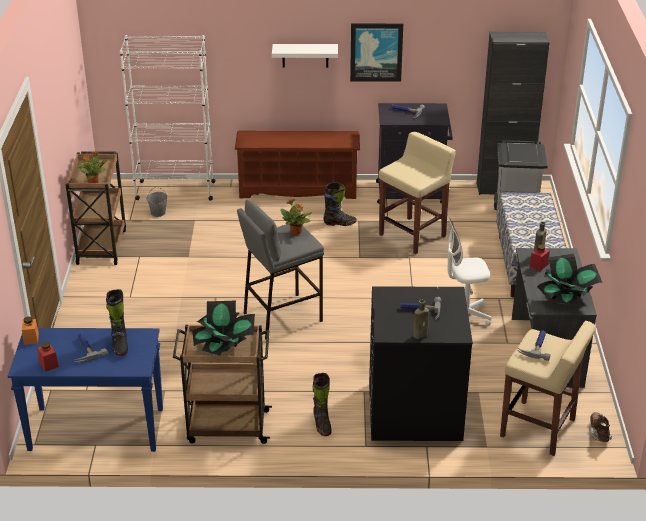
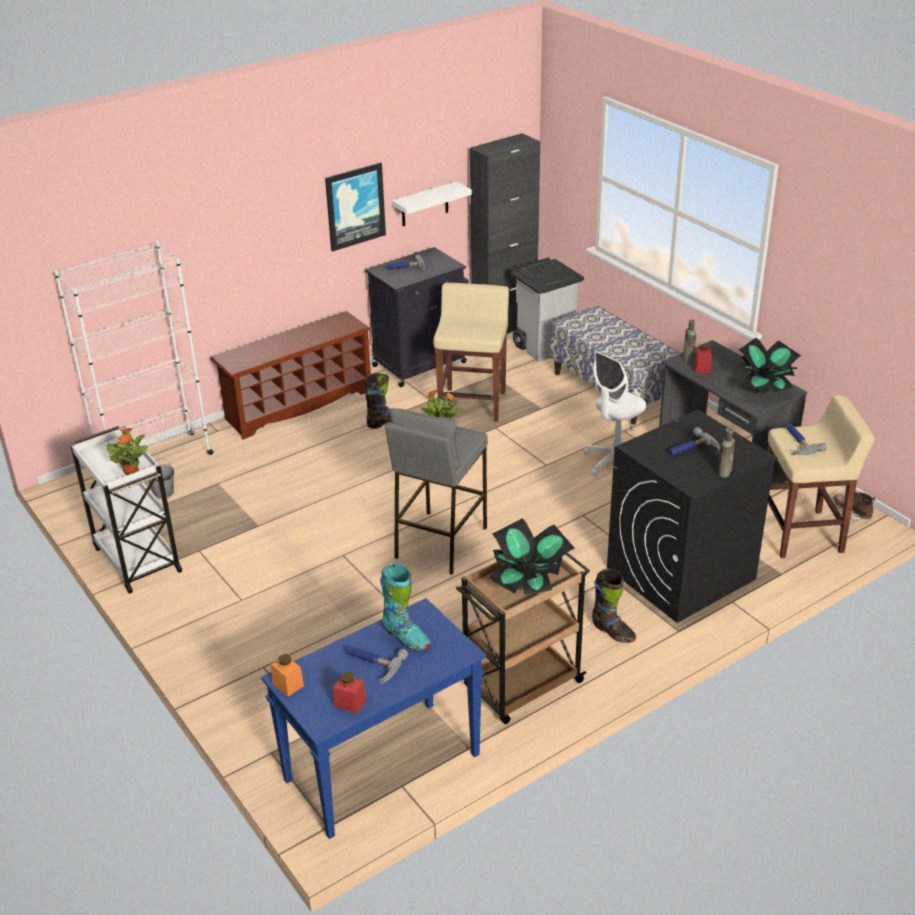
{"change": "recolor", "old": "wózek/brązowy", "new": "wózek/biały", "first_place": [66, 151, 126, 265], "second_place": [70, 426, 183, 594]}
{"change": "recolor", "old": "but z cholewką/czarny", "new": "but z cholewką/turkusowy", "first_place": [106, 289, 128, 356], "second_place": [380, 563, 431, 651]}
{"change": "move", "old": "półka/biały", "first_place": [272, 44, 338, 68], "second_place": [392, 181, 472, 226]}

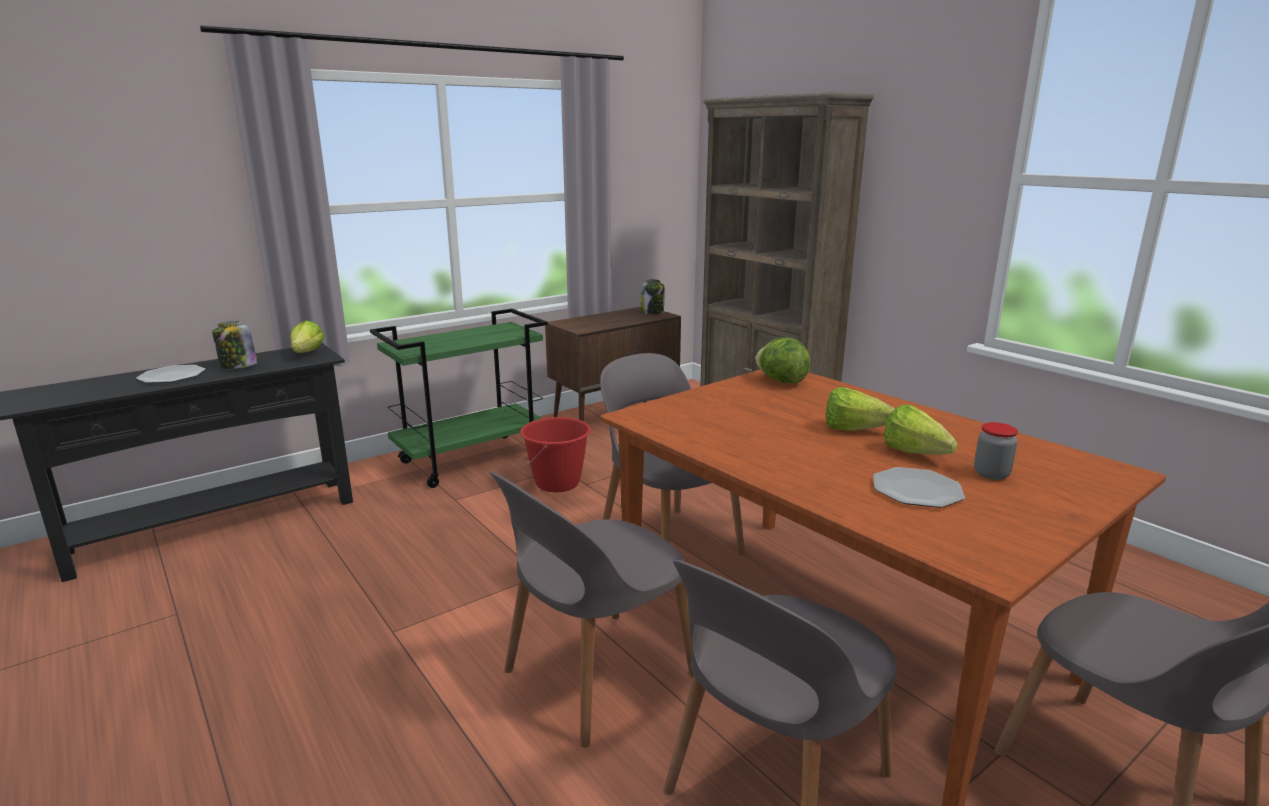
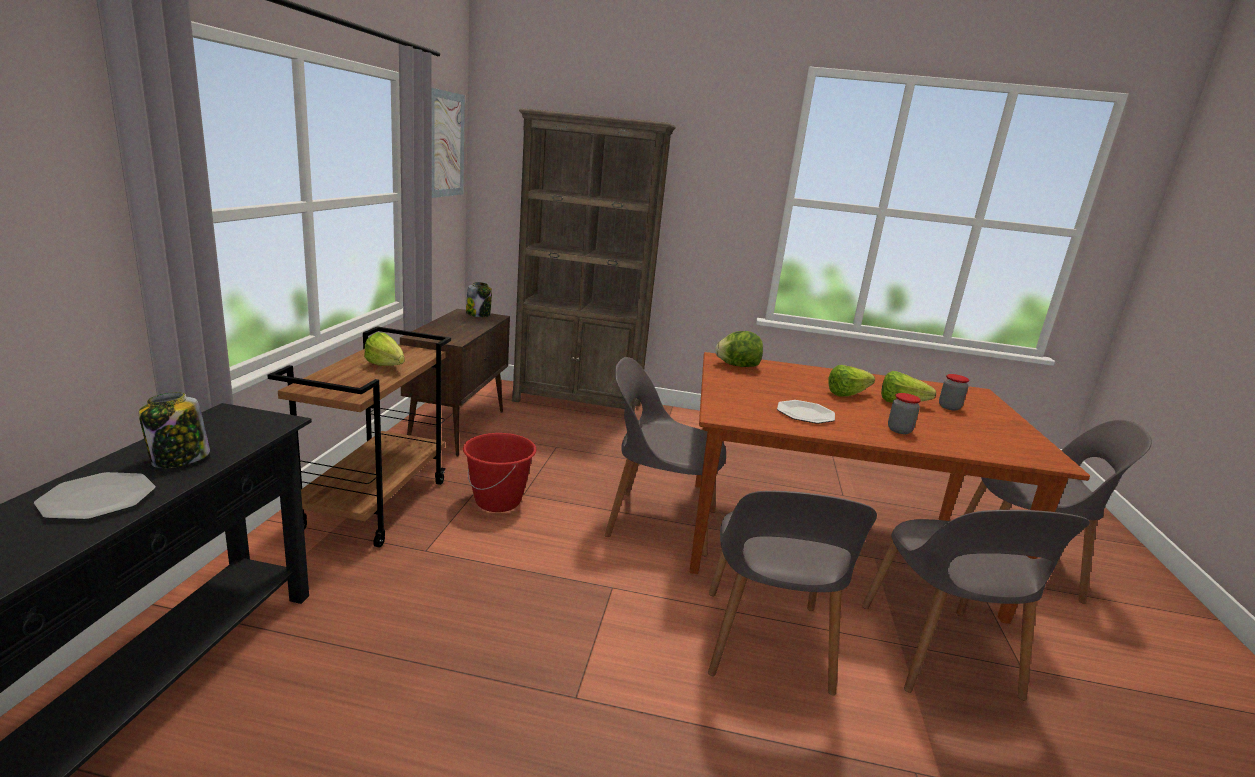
{"change": "move", "old": "sałata", "first_place": [291, 321, 324, 353], "second_place": [364, 332, 405, 366]}
{"change": "recolor", "old": "wózek/zielony", "new": "wózek/brązowy", "first_place": [370, 309, 548, 488], "second_place": [267, 327, 451, 547]}
{"change": "move", "old": "talerz", "first_place": [873, 467, 965, 508], "second_place": [777, 400, 835, 424]}
{"change": "insert", "new": "obraz", "second_place": [432, 88, 465, 198]}
{"change": "insert", "new": "słoik", "second_place": [888, 393, 921, 434]}

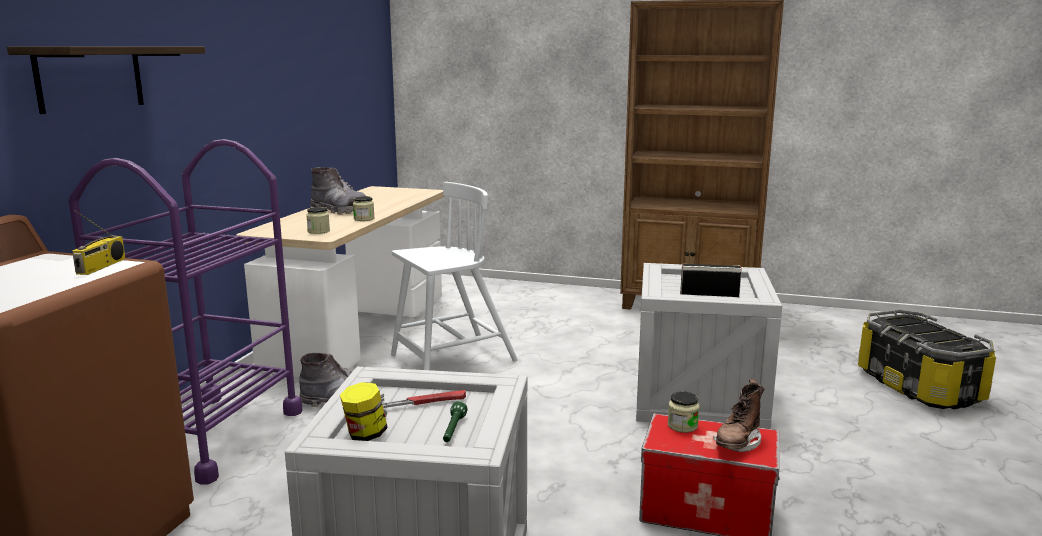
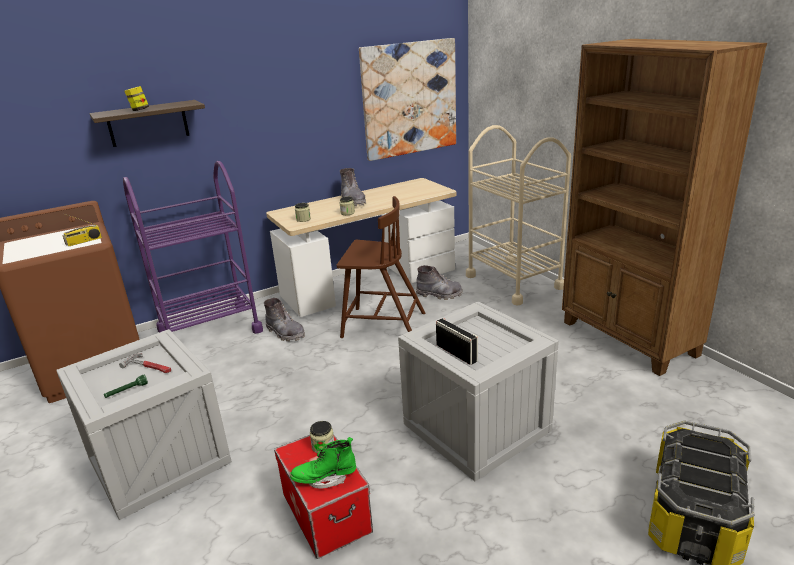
{"change": "move", "old": "słoik", "first_place": [340, 382, 388, 441], "second_place": [124, 86, 149, 111]}
{"change": "recolor", "old": "krzesło/biały", "new": "krzesło/brązowy", "first_place": [391, 182, 518, 370], "second_place": [337, 196, 425, 338]}
{"change": "recolor", "old": "but z cholewką/brązowy", "new": "but z cholewką/zielony", "first_place": [713, 379, 765, 452], "second_place": [290, 437, 356, 489]}
{"change": "insert", "new": "obraz", "second_place": [359, 38, 456, 161]}
{"change": "insert", "new": "but z cholewką/szary", "second_place": [416, 265, 463, 300]}
{"change": "insert", "new": "wózek/beżowy", "second_place": [466, 125, 571, 305]}

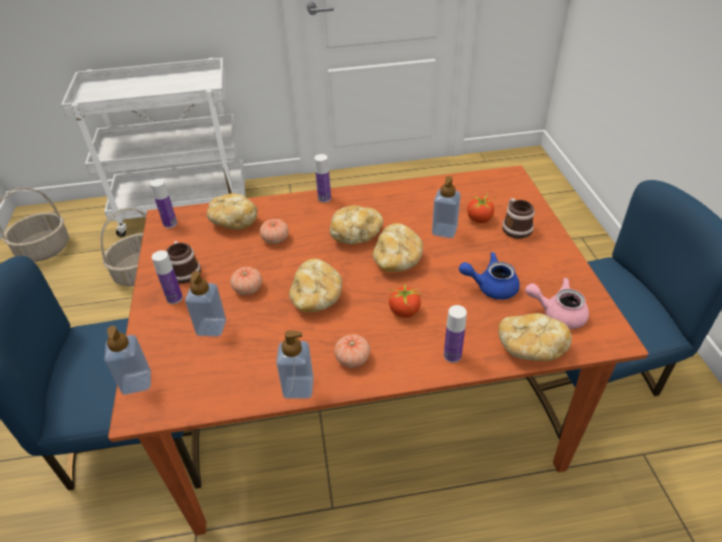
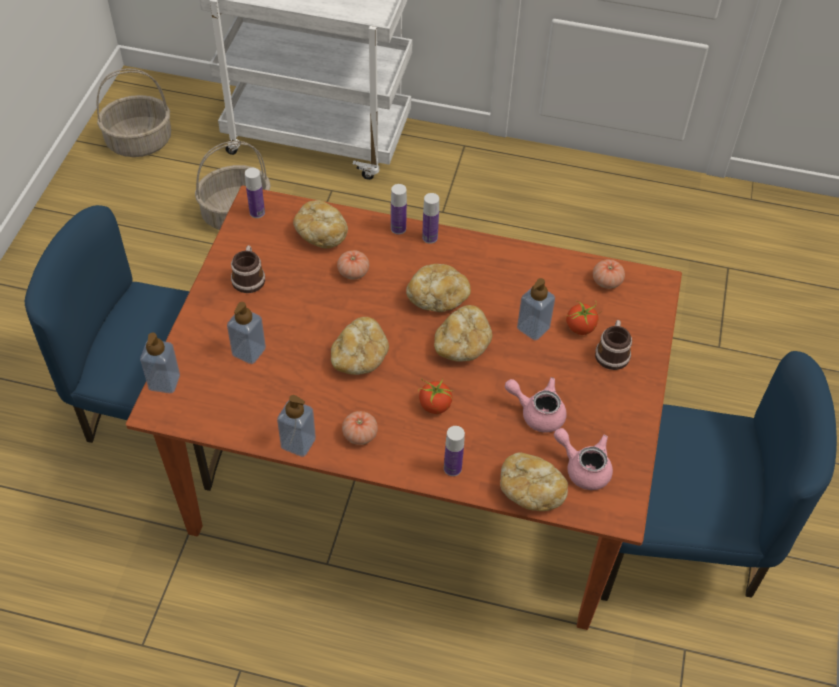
{"change": "move", "old": "butelka", "first_place": [152, 250, 183, 304], "second_place": [391, 184, 407, 234]}
{"change": "move", "old": "pomidor", "first_place": [230, 267, 262, 295], "second_place": [593, 259, 625, 289]}
{"change": "recolor", "old": "imbryk/niebieski", "new": "imbryk/różowy", "first_place": [459, 252, 520, 300], "second_place": [505, 377, 567, 433]}

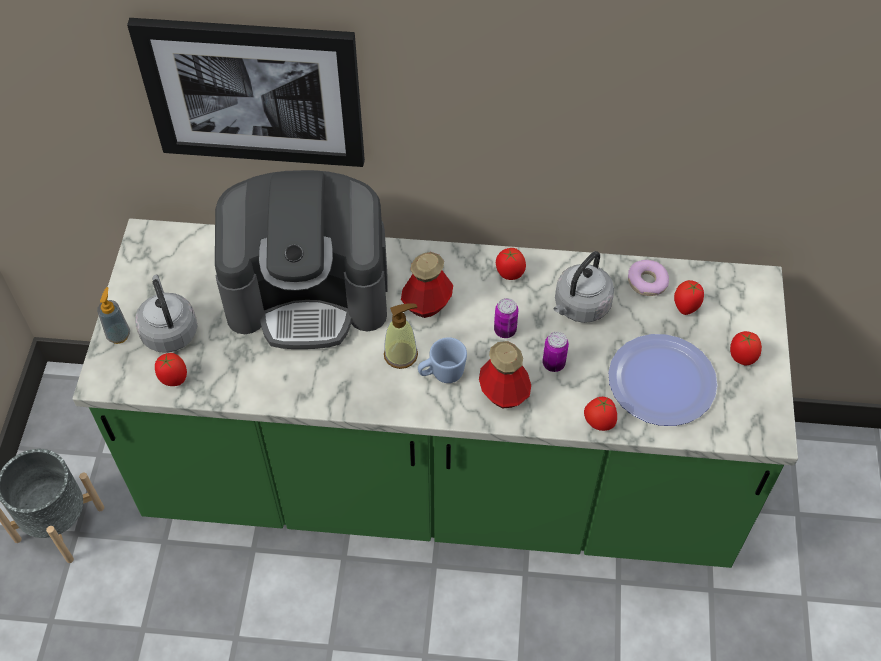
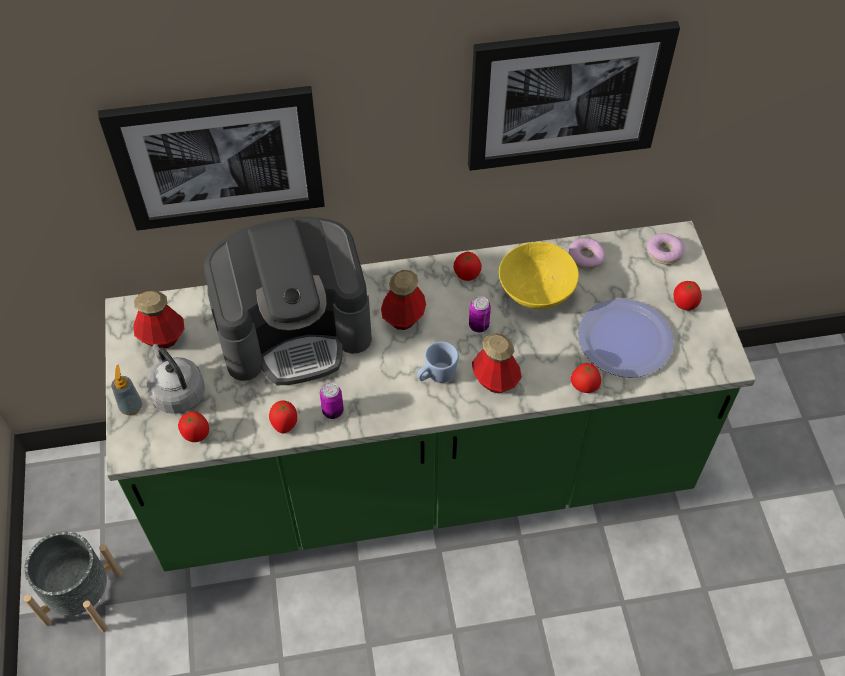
{"change": "delete", "old": "dozownik mydła", "first_place": [384, 303, 418, 369]}
{"change": "move", "old": "puszka", "first_place": [542, 332, 569, 372], "second_place": [320, 382, 344, 419]}
{"change": "replace", "old": "czajnik/szary", "new": "miska/żółty", "first_place": [554, 251, 614, 323], "second_place": [499, 242, 579, 309]}
{"change": "move", "old": "pomidor", "first_place": [674, 280, 704, 315], "second_place": [269, 400, 297, 434]}
{"change": "insert", "new": "butelka", "second_place": [133, 291, 185, 348]}
{"change": "insert", "new": "obraz", "second_place": [468, 21, 680, 171]}
{"change": "insert", "new": "donut", "second_place": [647, 233, 685, 265]}

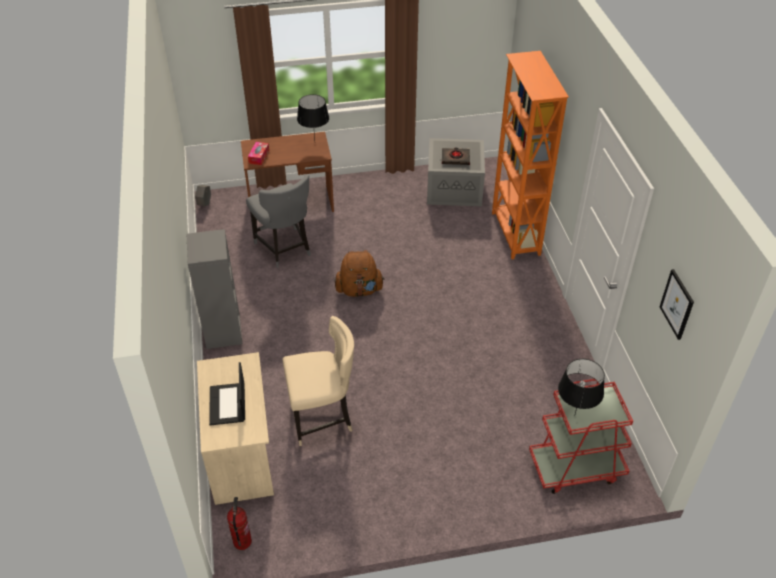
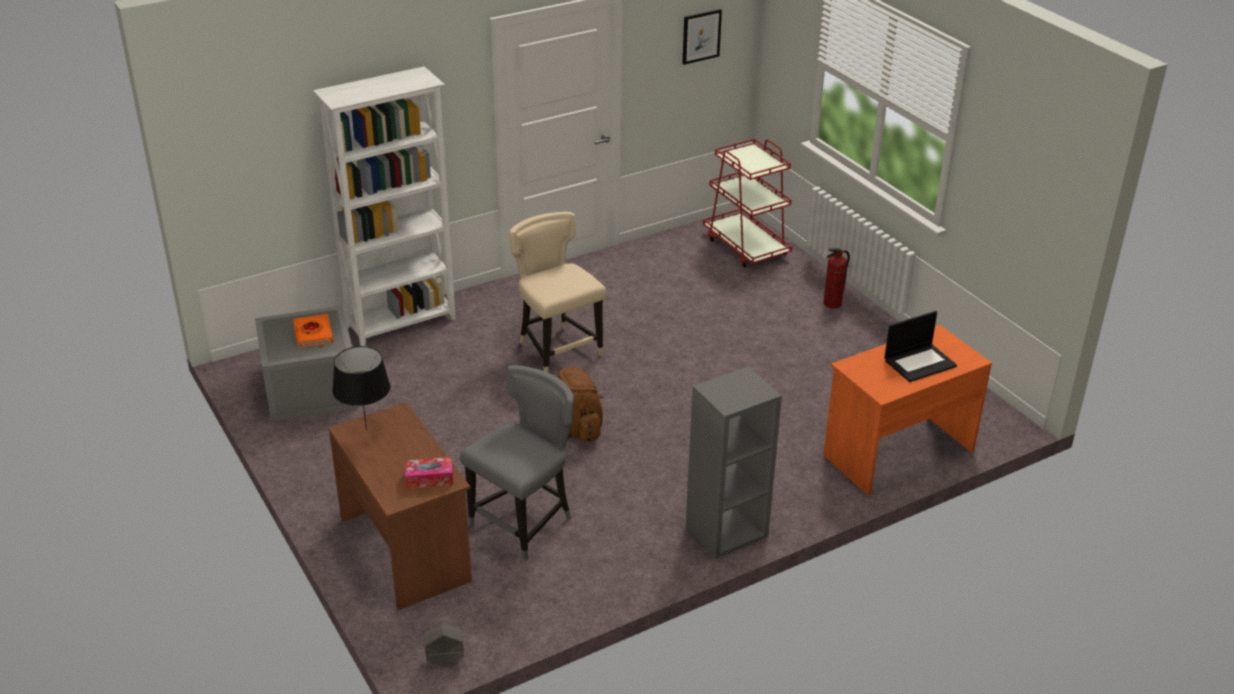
{"change": "recolor", "old": "biurko/beżowy", "new": "biurko/pomarańczowy", "first_place": [197, 352, 274, 505], "second_place": [823, 325, 992, 496]}
{"change": "move", "old": "gaśnica", "first_place": [227, 497, 252, 550], "second_place": [823, 248, 850, 309]}
{"change": "move", "old": "krzesło/beżowy", "first_place": [283, 316, 354, 446], "second_place": [509, 212, 606, 372]}
{"change": "recolor", "old": "książka/czarny", "new": "książka/pomarańczowy", "first_place": [442, 147, 470, 165], "second_place": [293, 314, 334, 348]}
{"change": "recolor", "old": "regał/pomarańczowy", "new": "regał/biały", "first_place": [492, 51, 569, 259], "second_place": [313, 66, 456, 346]}
{"change": "delete", "old": "lampa stołowa/czarny", "first_place": [558, 359, 605, 416]}

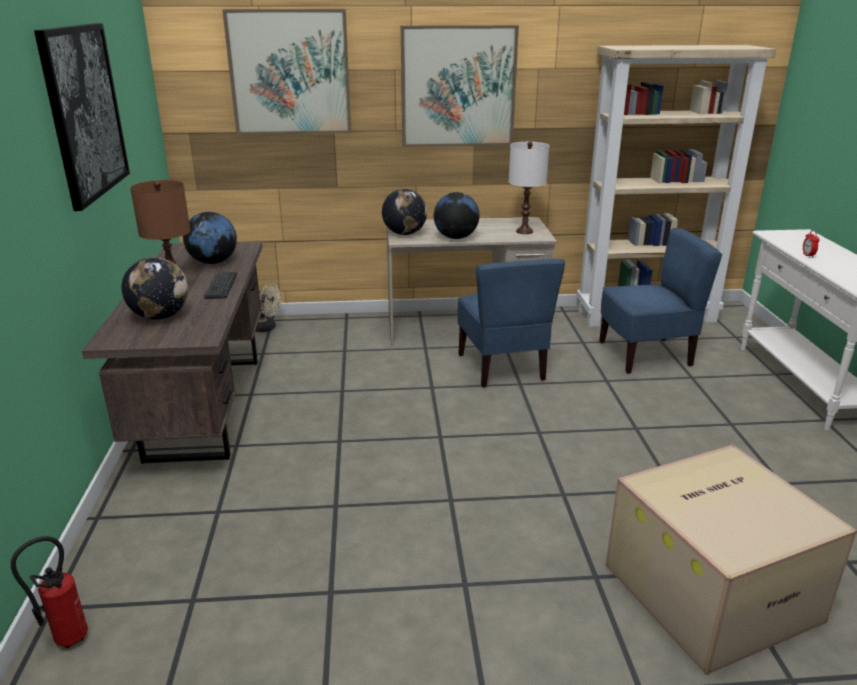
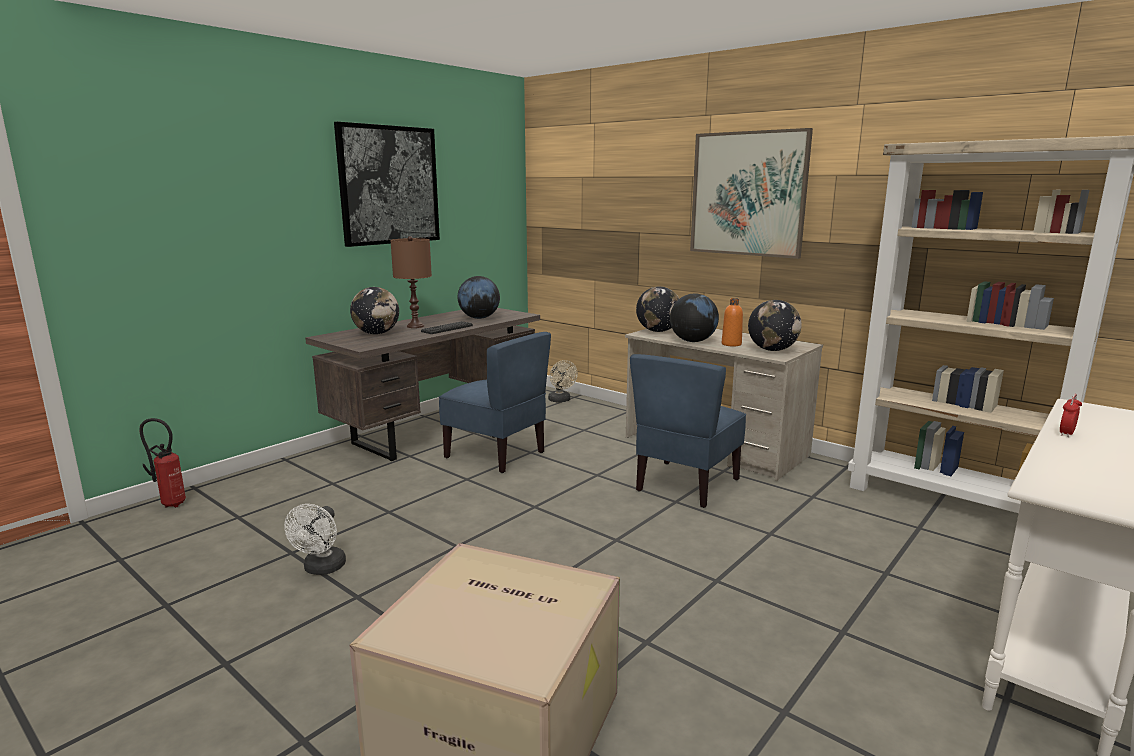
{"change": "delete", "old": "obraz", "first_place": [222, 9, 351, 135]}
{"change": "replace", "old": "lampa stołowa/biały", "new": "globus", "first_place": [509, 142, 550, 234], "second_place": [748, 300, 802, 351]}
{"change": "move", "old": "krzesło/niebieski", "first_place": [599, 228, 722, 374], "second_place": [439, 332, 551, 473]}
{"change": "insert", "new": "wentylator/biały", "second_place": [284, 504, 346, 575]}
{"change": "insert", "new": "butelka/pomarańczowy", "second_place": [722, 298, 743, 347]}

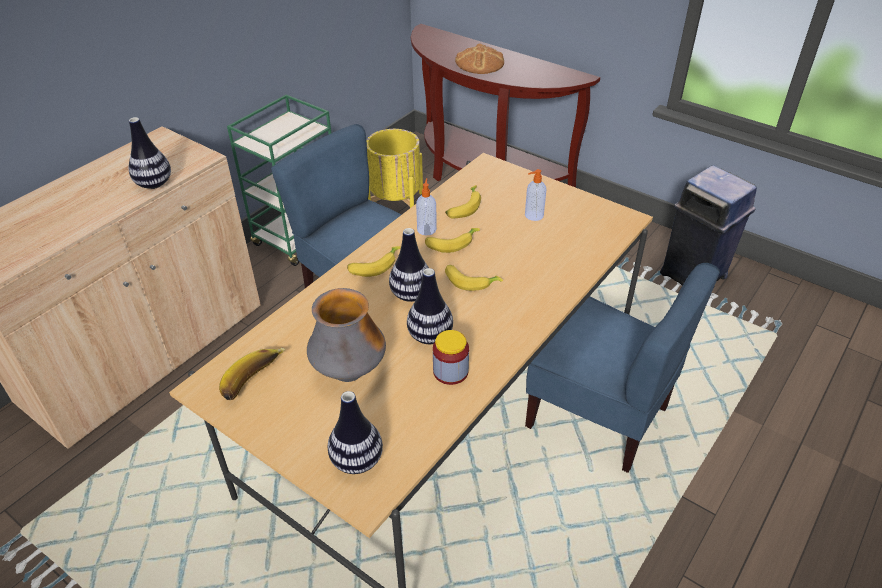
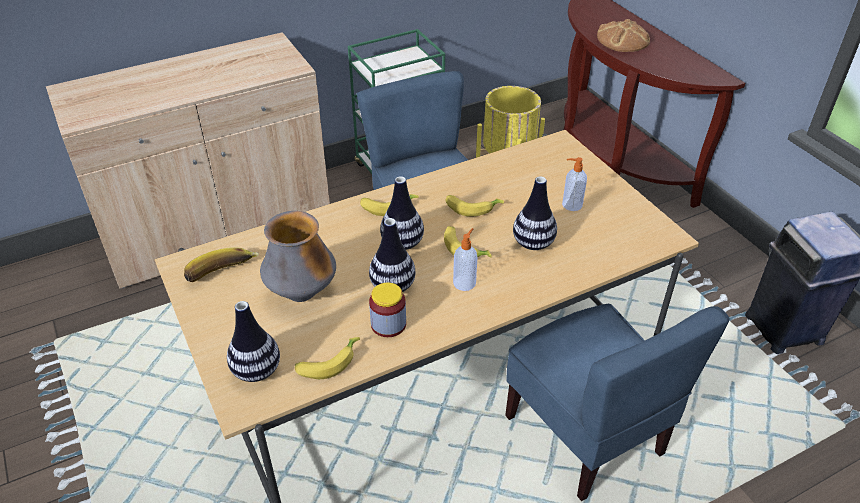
{"change": "move", "old": "wazon", "first_place": [128, 117, 171, 189], "second_place": [513, 176, 557, 250]}
{"change": "move", "old": "dozownik mydła", "first_place": [416, 178, 437, 235], "second_place": [453, 228, 477, 291]}
{"change": "move", "old": "banan", "first_place": [445, 185, 481, 219], "second_place": [295, 337, 360, 379]}

